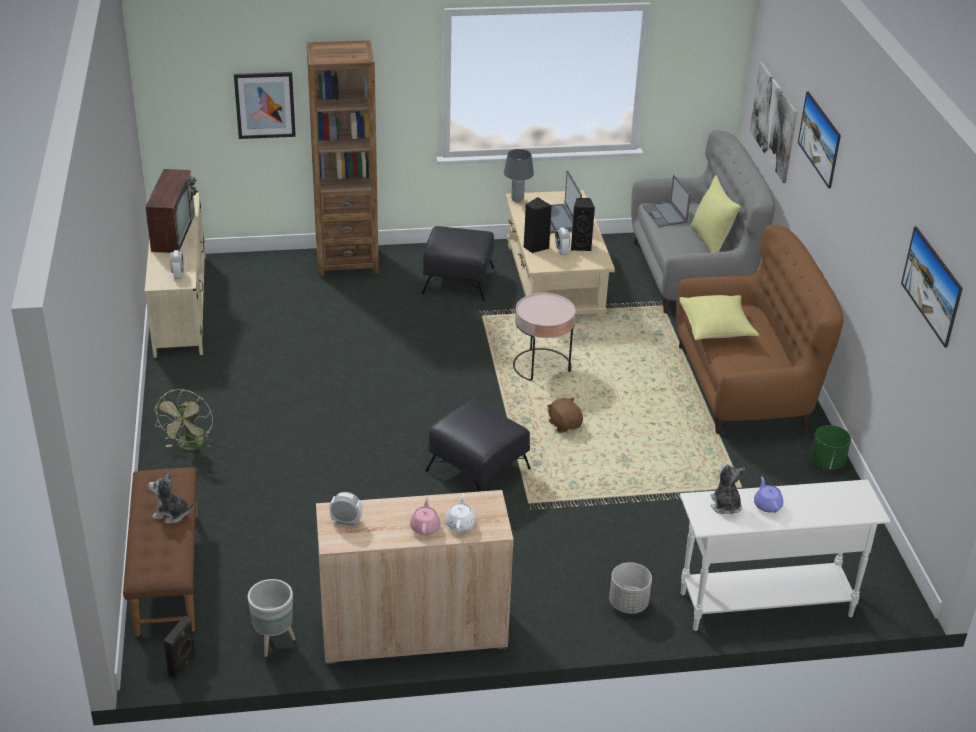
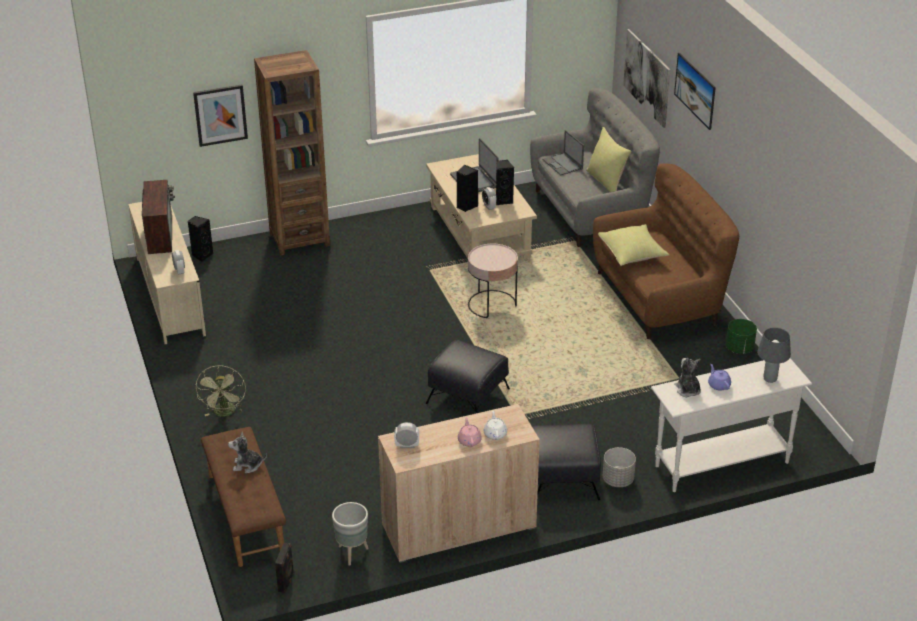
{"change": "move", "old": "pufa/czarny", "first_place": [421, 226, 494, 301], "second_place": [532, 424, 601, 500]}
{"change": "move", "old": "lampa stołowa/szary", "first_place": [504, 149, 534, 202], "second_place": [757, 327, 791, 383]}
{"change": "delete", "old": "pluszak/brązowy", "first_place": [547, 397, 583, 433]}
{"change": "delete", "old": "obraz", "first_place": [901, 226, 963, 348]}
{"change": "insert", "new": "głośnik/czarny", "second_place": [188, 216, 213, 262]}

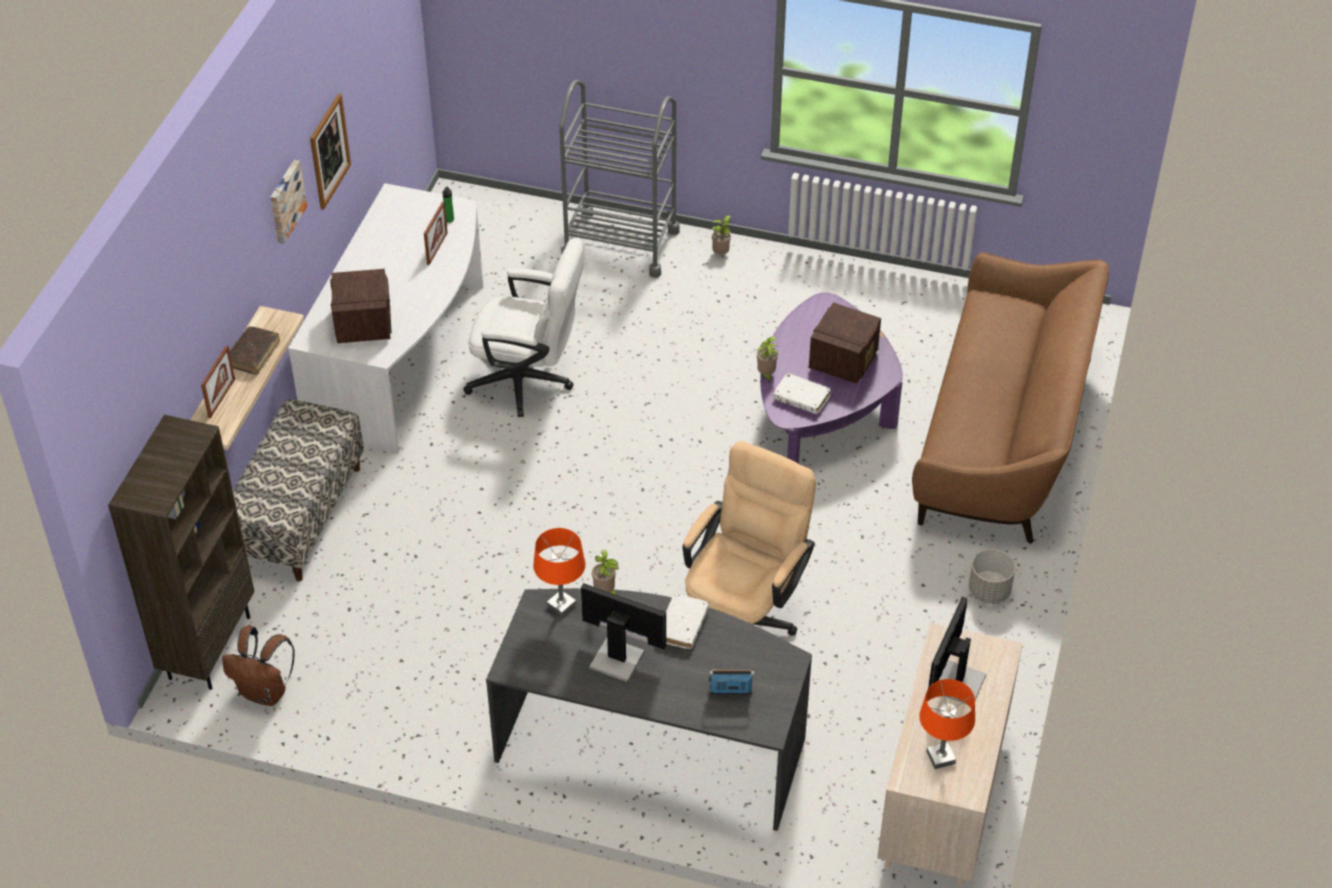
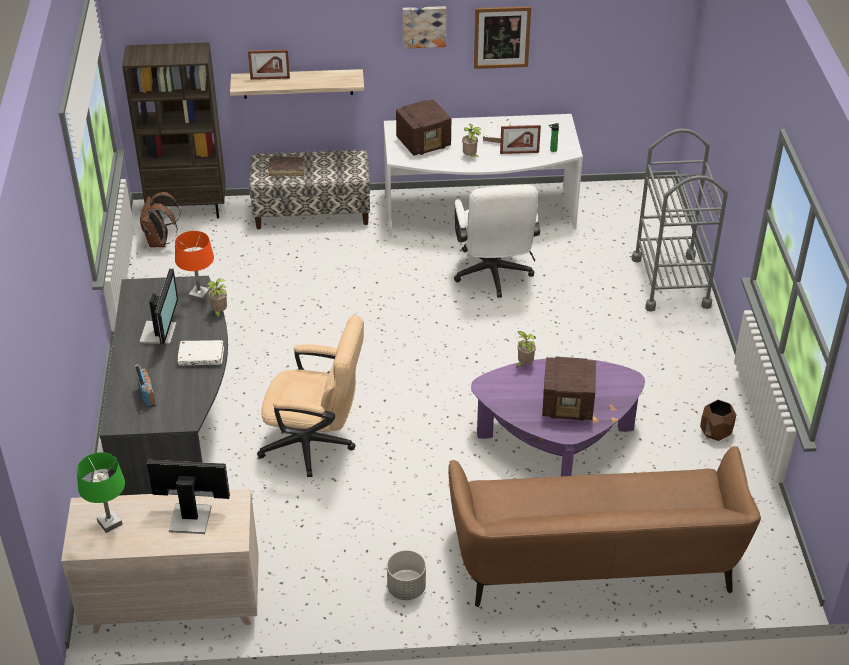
{"change": "move", "old": "książka/brązowy", "first_place": [230, 326, 280, 375], "second_place": [268, 156, 305, 176]}
{"change": "move", "old": "roślina doniczkowa", "first_place": [712, 215, 732, 255], "second_place": [462, 124, 481, 157]}
{"change": "move", "old": "książka/biały", "first_place": [773, 373, 831, 414], "second_place": [483, 118, 511, 144]}
{"change": "recolor", "old": "lampa stołowa/pomarańczowy", "new": "lampa stołowa/zielony", "first_place": [919, 679, 975, 769], "second_place": [77, 452, 125, 533]}
{"change": "insert", "new": "donica/brązowy", "second_place": [700, 400, 736, 441]}

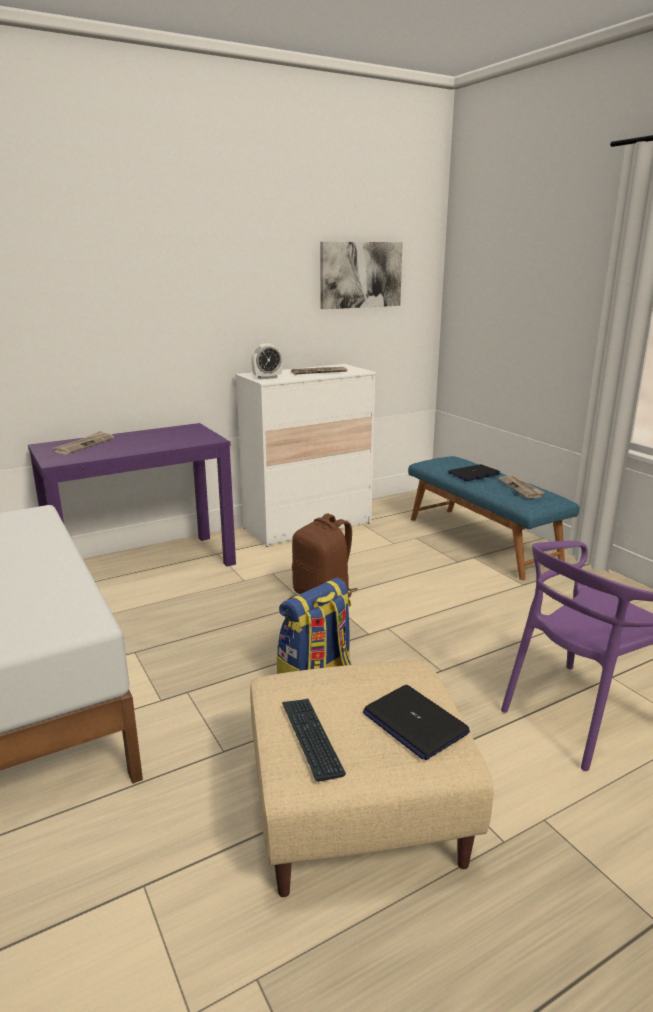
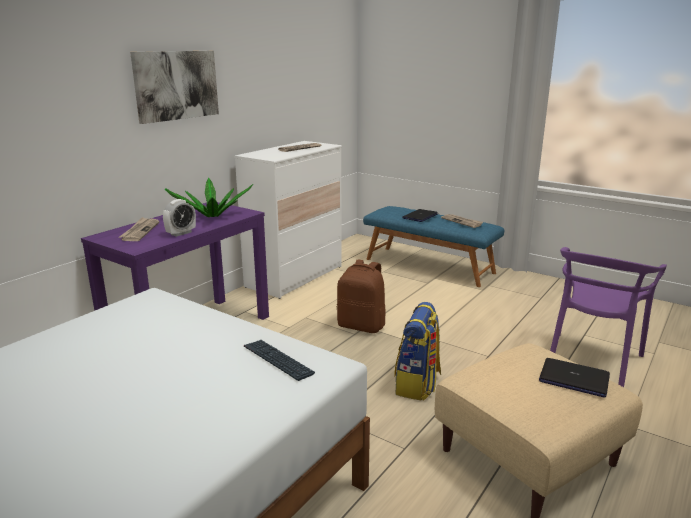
{"change": "move", "old": "budzik", "first_place": [251, 343, 283, 379], "second_place": [163, 199, 196, 237]}
{"change": "move", "old": "klawiatura", "first_place": [282, 699, 346, 782], "second_place": [244, 340, 315, 381]}
{"change": "move", "old": "obraz", "first_place": [320, 242, 403, 309], "second_place": [130, 51, 219, 124]}
{"change": "insert", "new": "roślina doniczkowa", "second_place": [165, 177, 253, 217]}

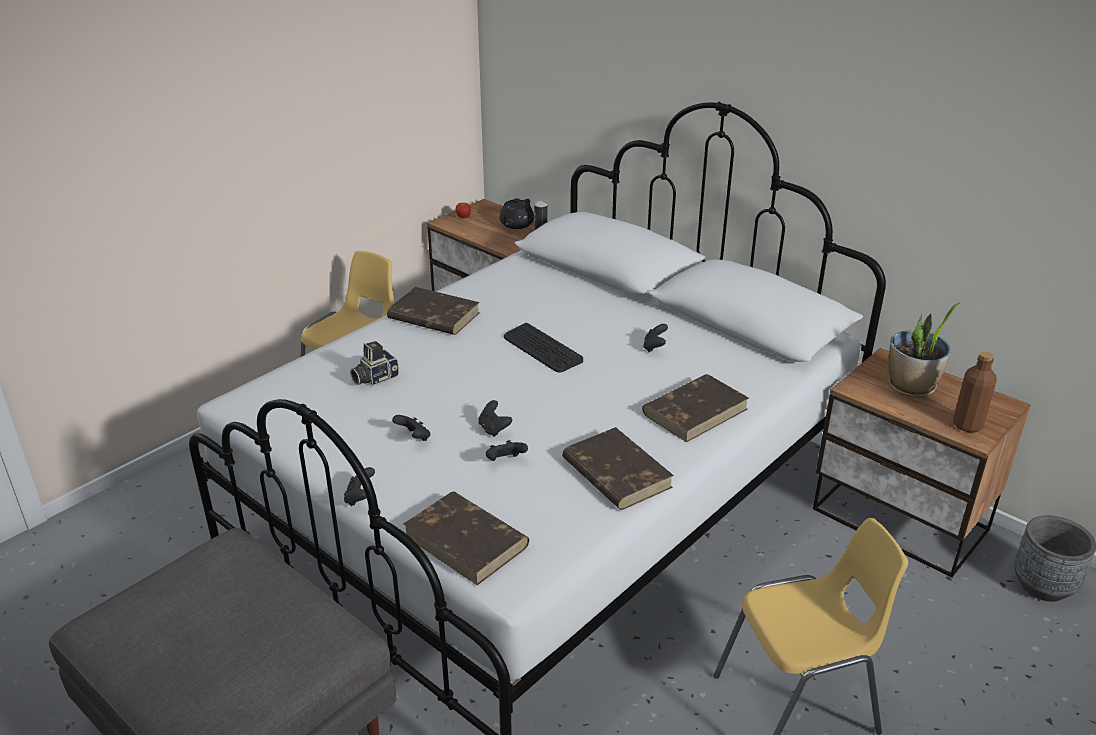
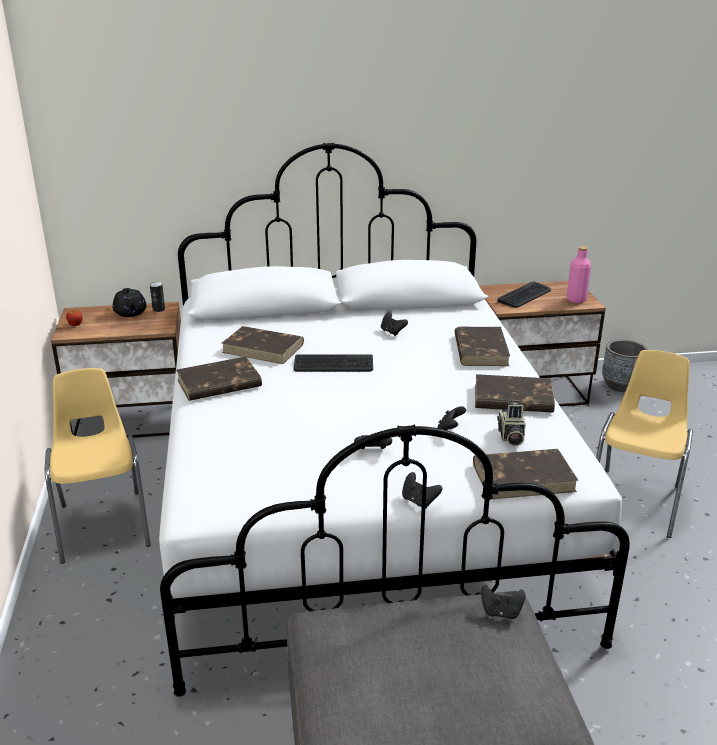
{"change": "move", "old": "aparat fotograficzny", "first_place": [350, 341, 399, 386], "second_place": [497, 401, 526, 446]}
{"change": "move", "old": "pad do gier/czarny", "first_place": [478, 400, 512, 437], "second_place": [481, 585, 525, 619]}
{"change": "replace", "old": "roślina doniczkowa", "new": "klawiatura", "first_place": [889, 303, 960, 398], "second_place": [498, 281, 551, 308]}
{"change": "recolor", "old": "butelka/brązowy", "new": "butelka/różowy", "first_place": [953, 351, 997, 432], "second_place": [567, 246, 591, 303]}
{"change": "insert", "new": "książka/brązowy", "second_place": [222, 326, 304, 364]}

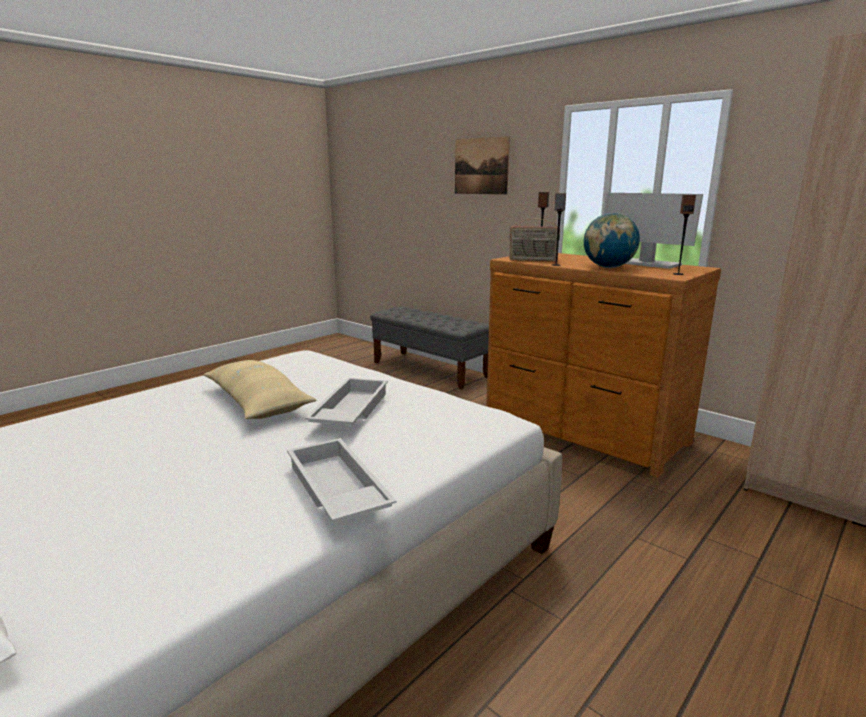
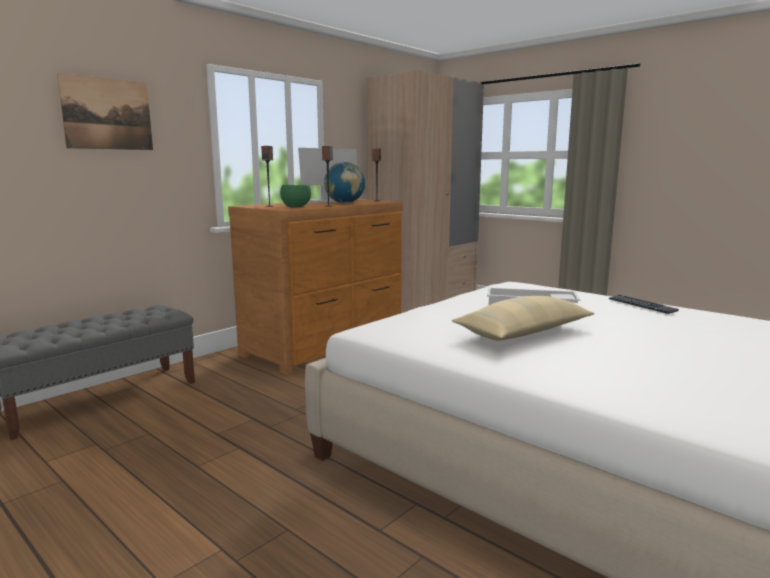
{"change": "replace", "old": "taca/biały", "new": "klawiatura", "first_place": [287, 438, 397, 523], "second_place": [609, 294, 679, 314]}
{"change": "replace", "old": "radio", "new": "miska/zielony", "first_place": [509, 219, 560, 261], "second_place": [280, 185, 311, 208]}

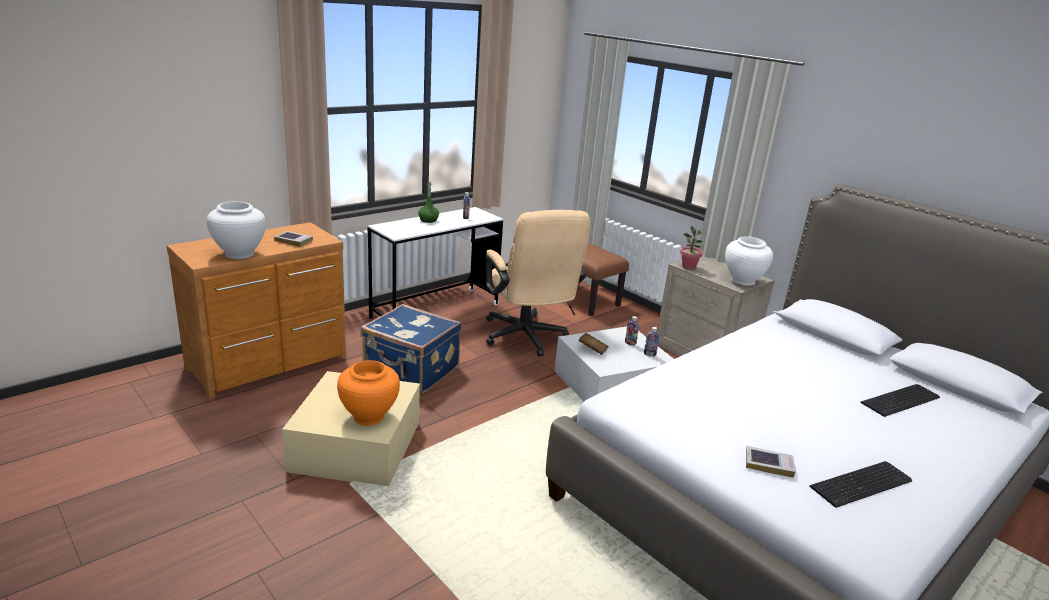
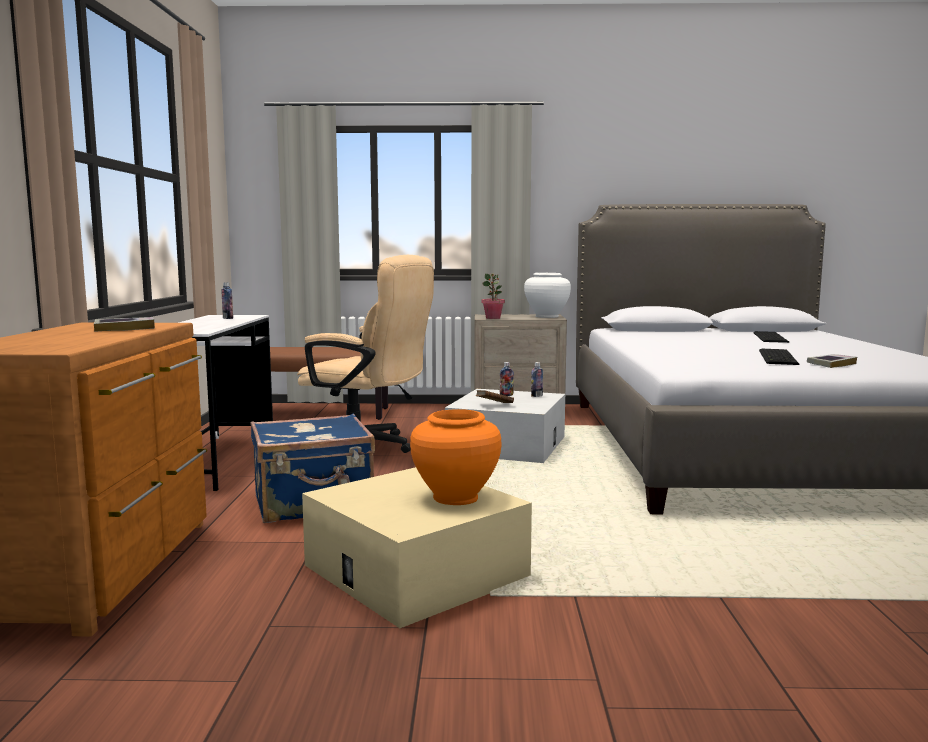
{"change": "delete", "old": "wazon/biały", "first_place": [206, 202, 266, 259]}
{"change": "delete", "old": "butelka/zielony", "first_place": [418, 182, 439, 223]}
{"change": "move", "old": "klawiatura", "first_place": [809, 461, 912, 508], "second_place": [759, 349, 799, 365]}

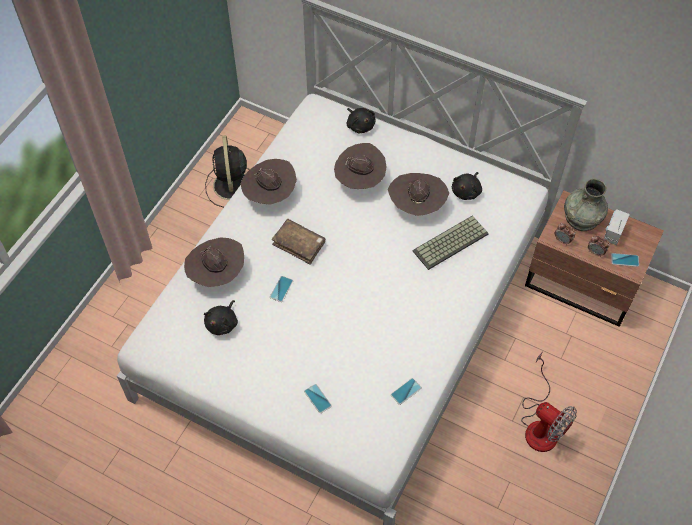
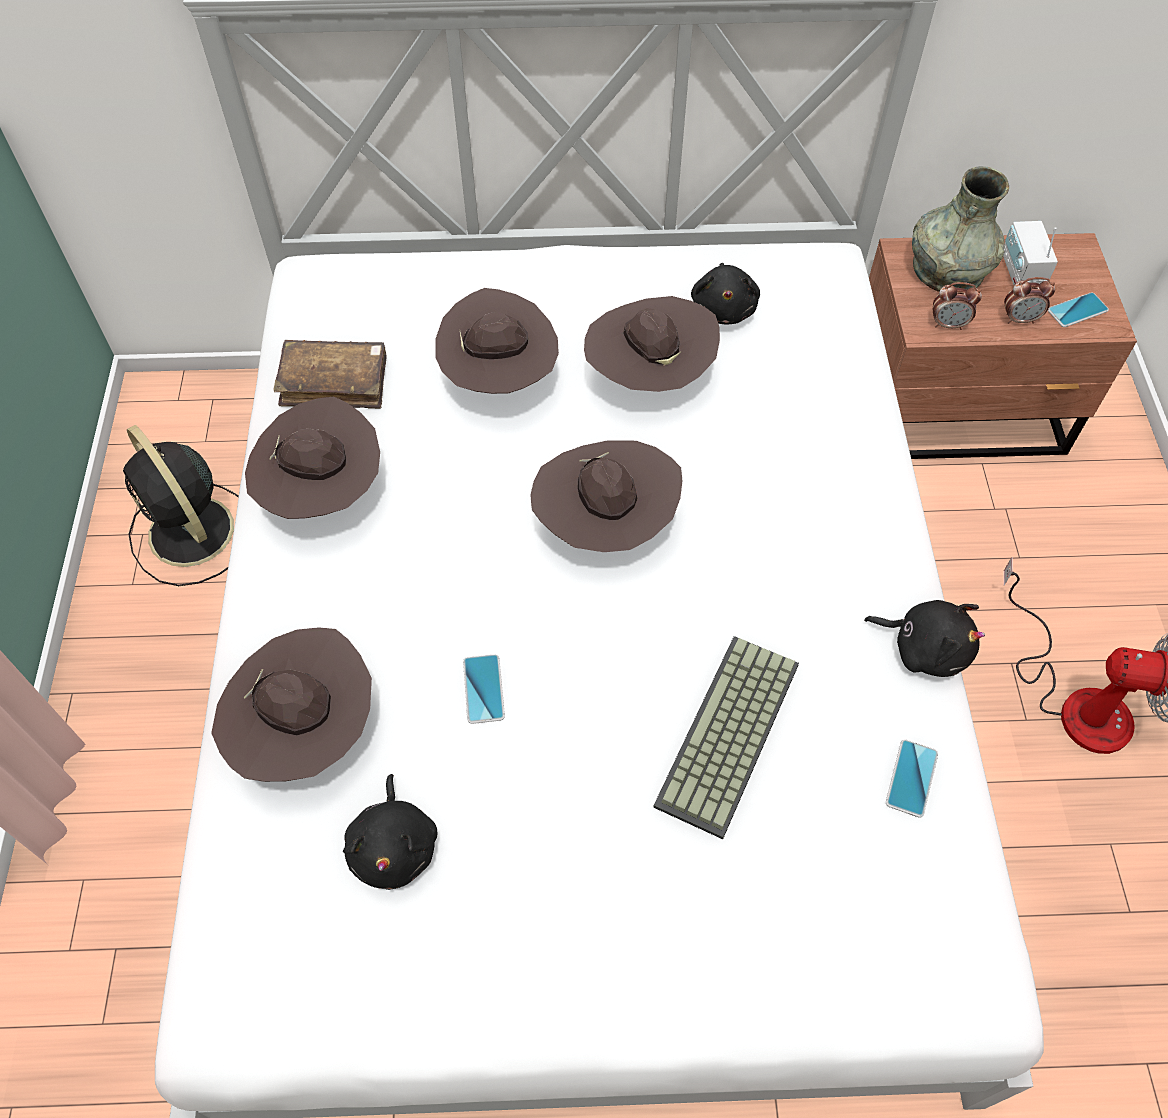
{"change": "move", "old": "książka/brązowy", "first_place": [272, 219, 325, 265], "second_place": [274, 340, 387, 409]}
{"change": "delete", "old": "telefon", "first_place": [304, 384, 332, 413]}
{"change": "move", "old": "pluszak/czarny", "first_place": [347, 108, 376, 133], "second_place": [864, 600, 985, 677]}
{"change": "move", "old": "klawiatura", "first_place": [413, 215, 489, 270], "second_place": [653, 636, 799, 839]}
{"change": "insert", "new": "kapelusz/brązowy", "second_place": [530, 440, 682, 552]}

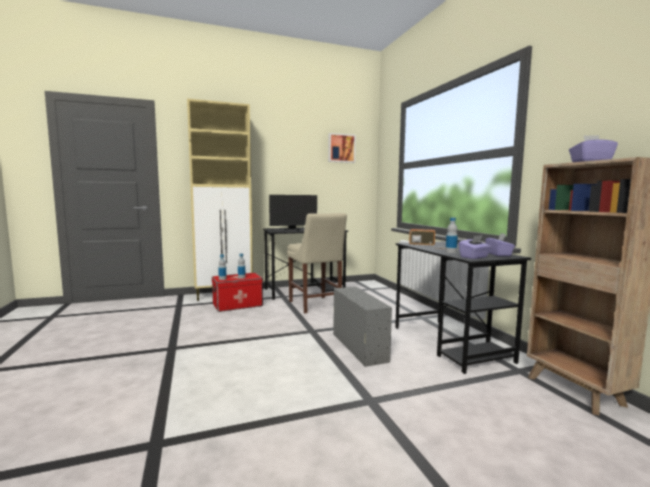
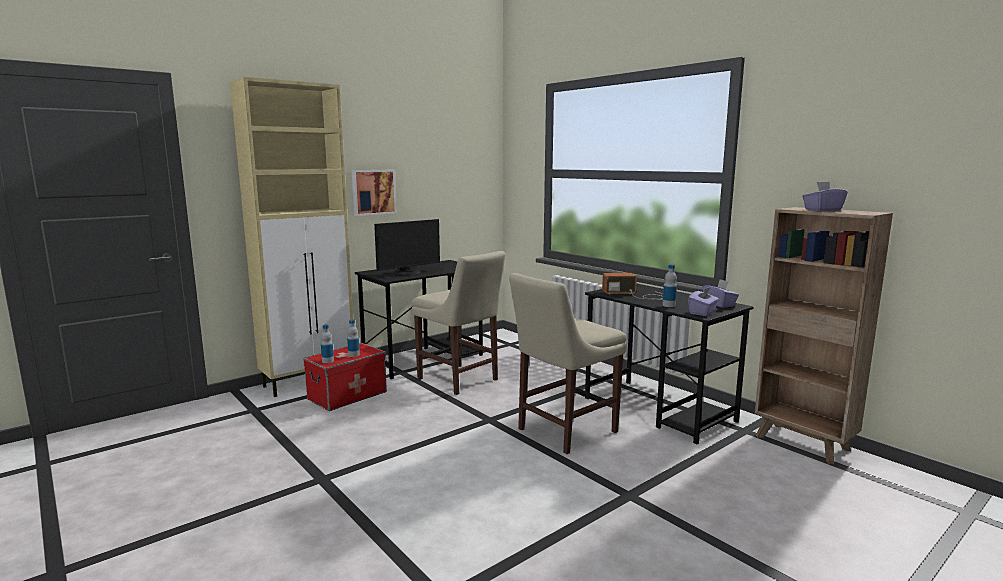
{"change": "move", "old": "obraz", "first_place": [328, 133, 356, 163], "second_place": [352, 170, 397, 216]}
{"change": "replace", "old": "pojemnik do przechowywania/szary", "new": "krzesło/beżowy", "first_place": [333, 287, 392, 367], "second_place": [509, 273, 627, 454]}

